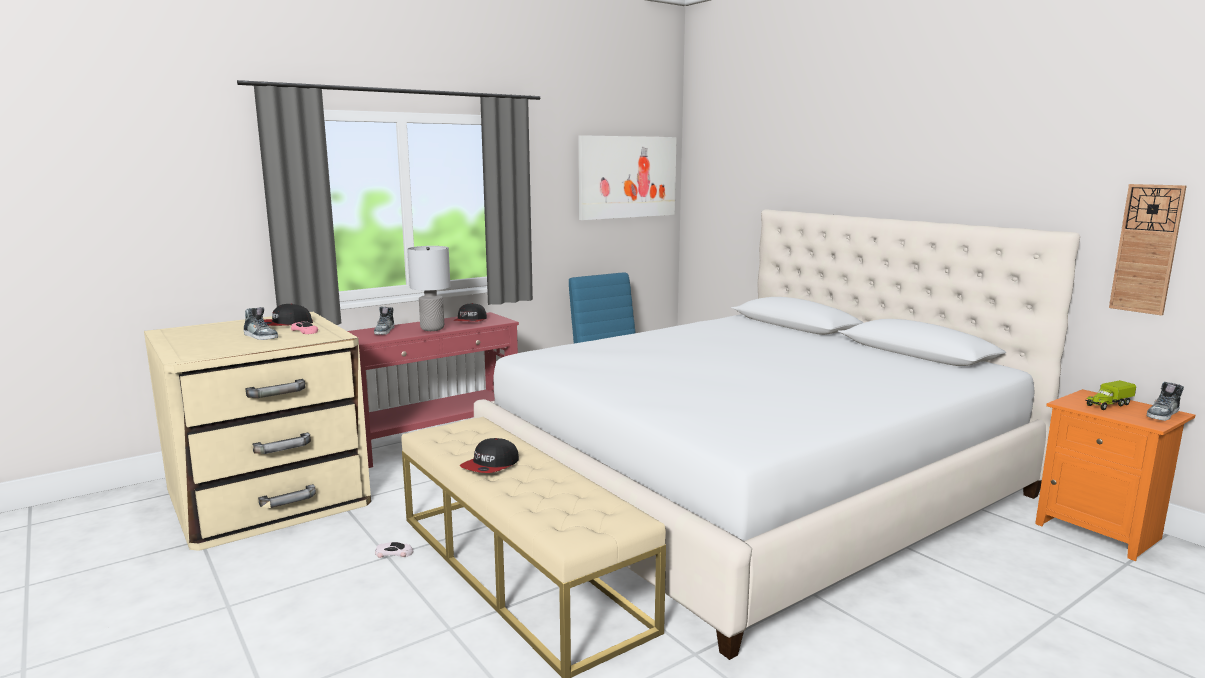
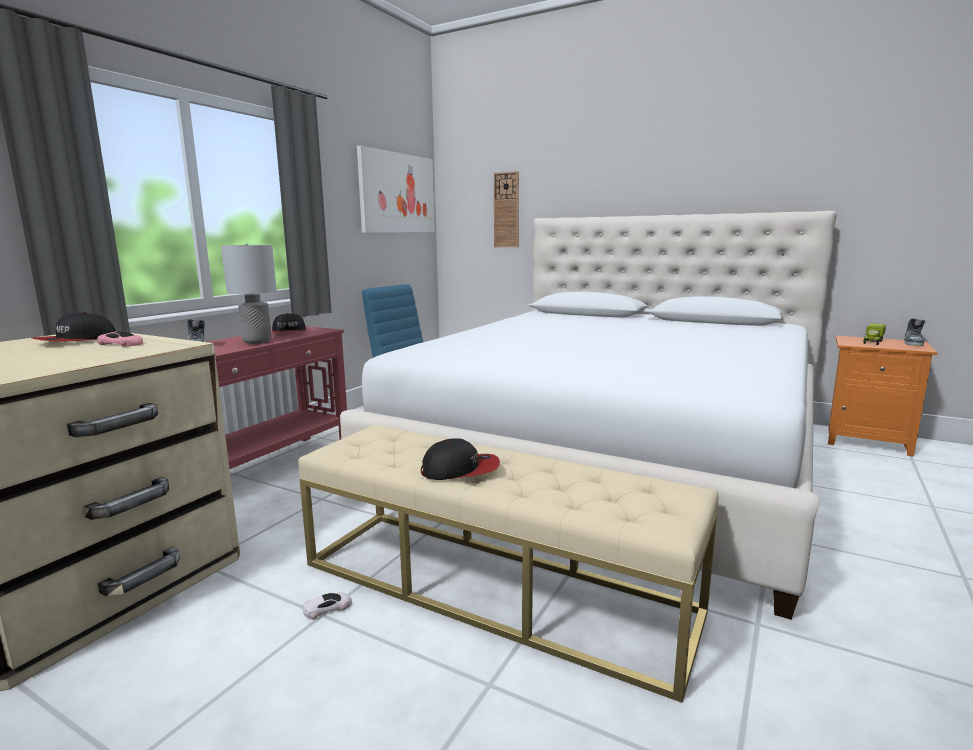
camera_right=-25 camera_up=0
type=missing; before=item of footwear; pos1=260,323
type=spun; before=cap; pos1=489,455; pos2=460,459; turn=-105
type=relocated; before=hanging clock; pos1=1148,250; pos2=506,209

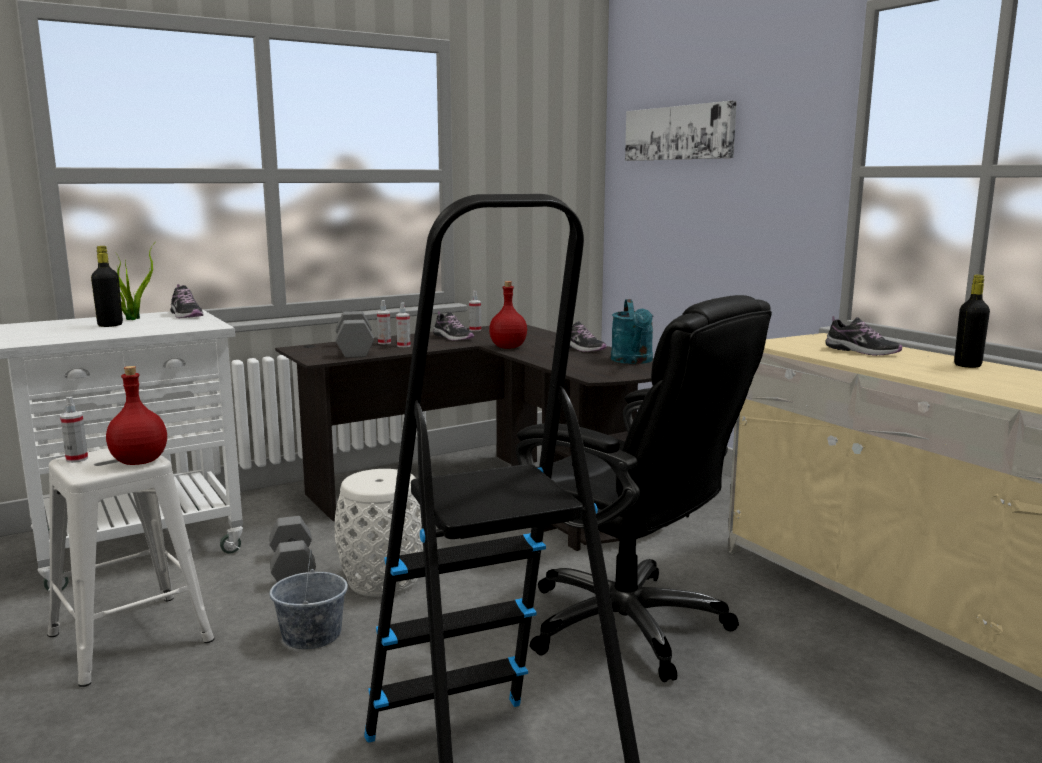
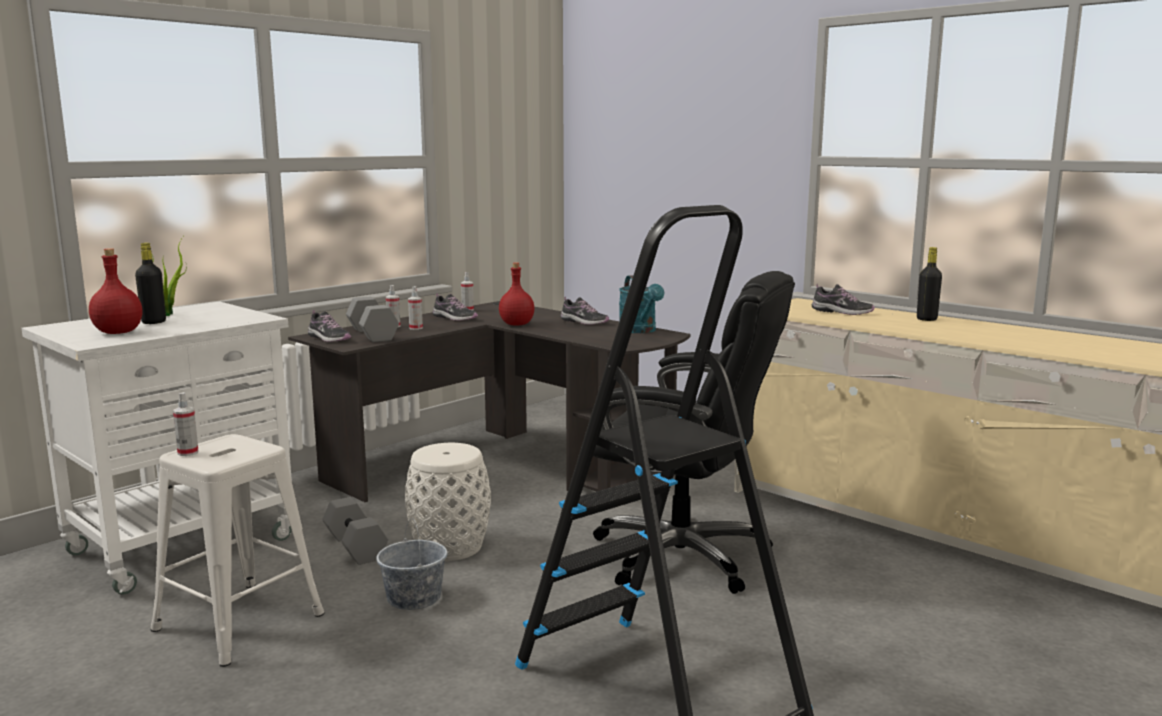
camera_right=-15 camera_up=0
type=relocated; before=reddish drink bottle; pos1=136,415; pos2=115,291
type=relocated; before=item of footwear; pos1=186,301; pos2=329,326
type=missing; before=wall art; pos1=681,131

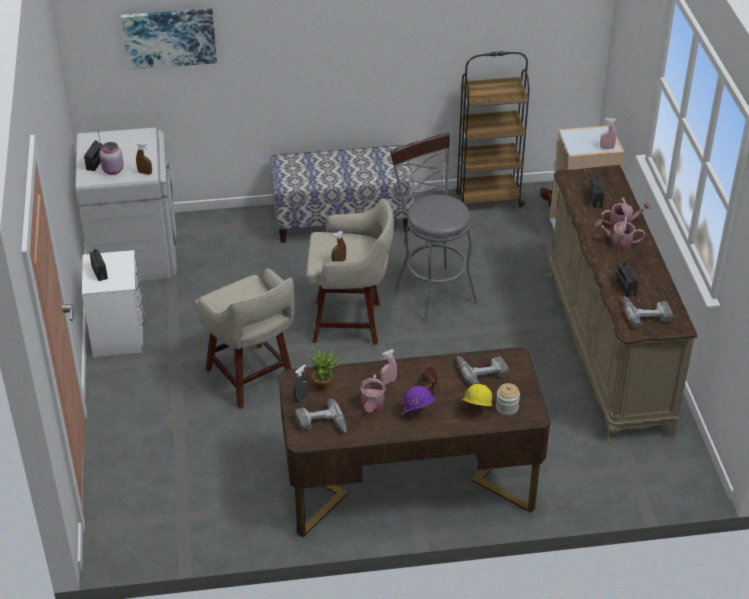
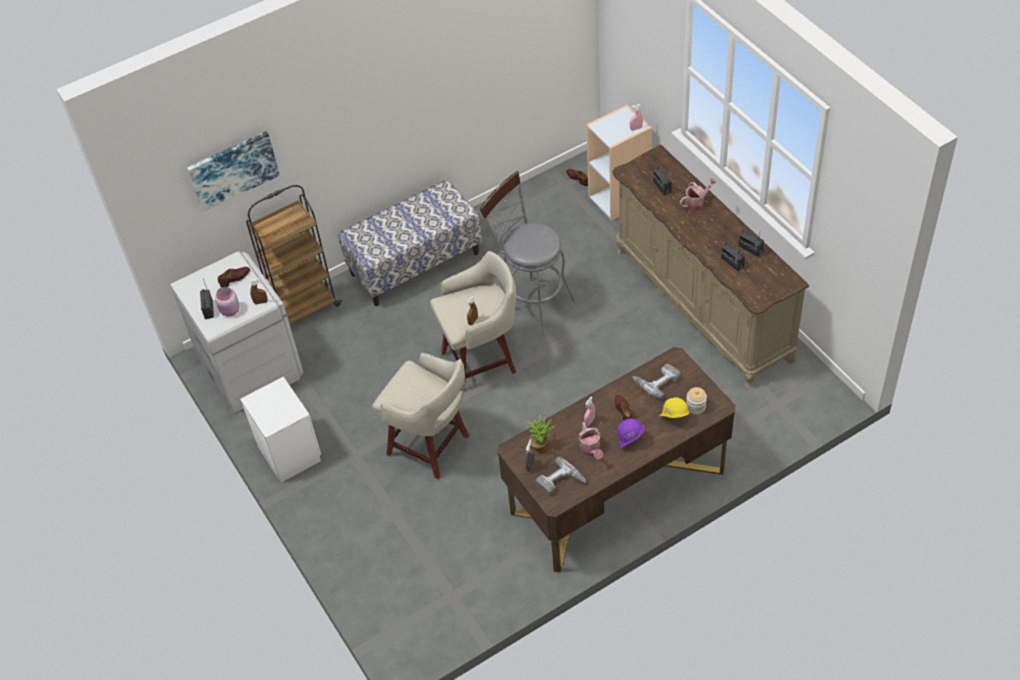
camera_right=-20 camera_up=10
type=relocated; before=radio set; pos1=98,265; pos2=751,243
type=relocated; before=brownish cart; pos1=492,129; pos2=294,254
type=missing; before=watering can; pos1=620,233
type=missing; before=electric drill; pos1=648,311
type=appeared; after=brownish item of footwear; pos2=234,277

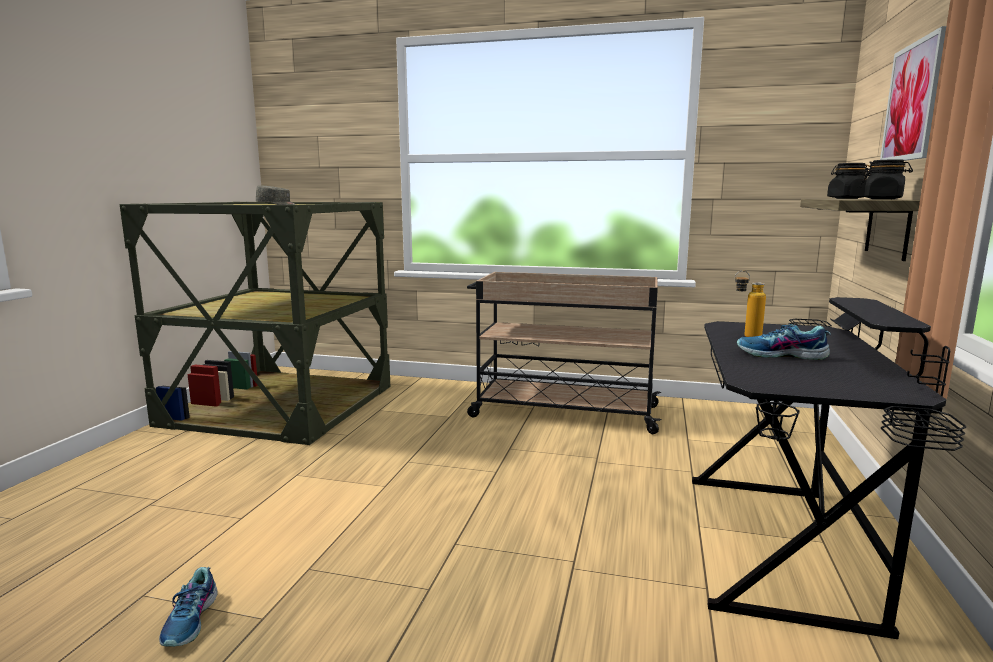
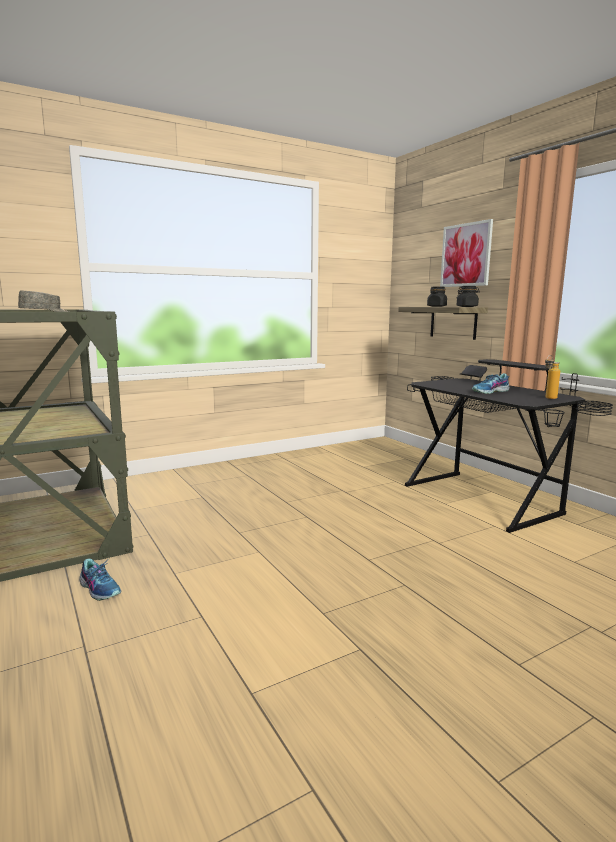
camera_right=-45 camera_up=0
type=relocated; before=item of footwear; pos1=188,607; pos2=100,579
type=missing; before=beige-coloured cart; pos1=564,353
type=relocated; before=drink bottle; pos1=750,304; pos2=552,377

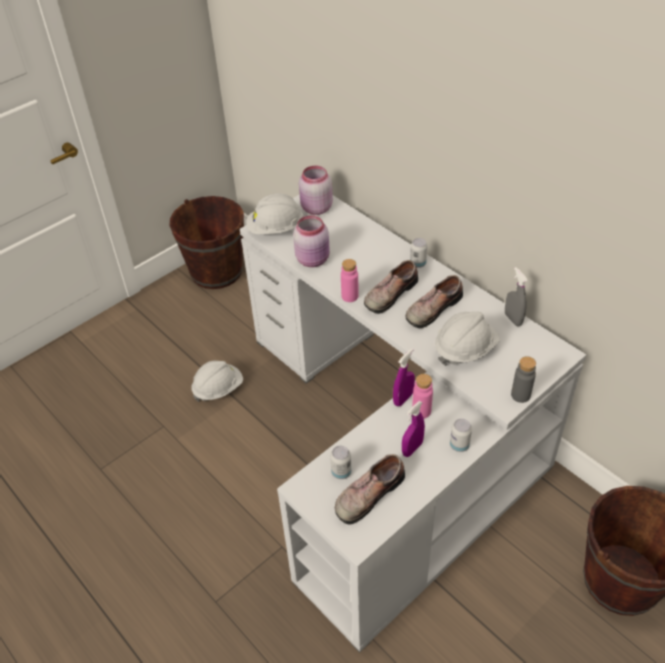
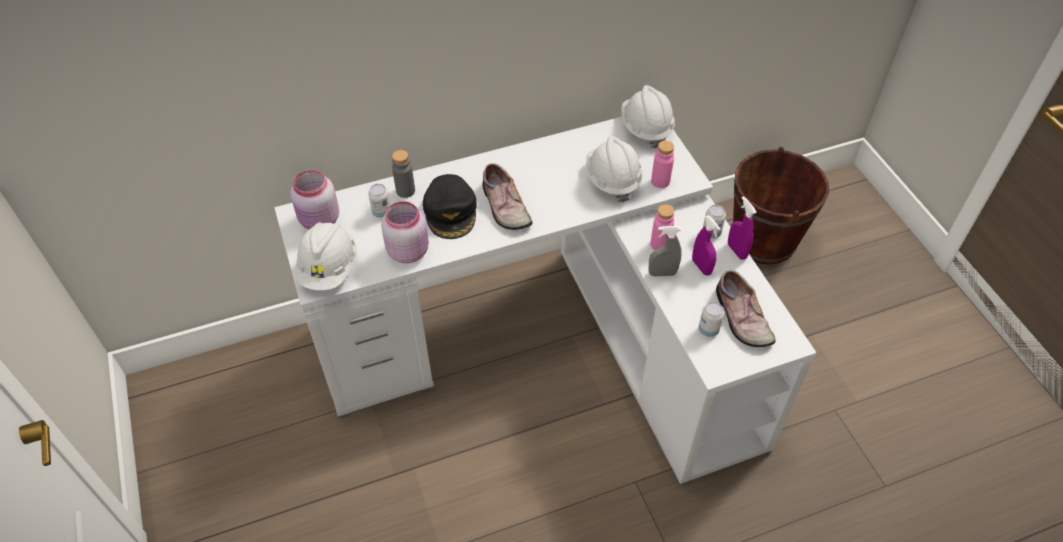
camera_right=-70 camera_up=5
type=missing; before=brownish bucket; pos1=206,242
type=relocated; before=white-coloured hard hat; pos1=217,381; pos2=648,117
type=relocated; before=pink-coloured drink bottle; pos1=350,280; pos2=662,164
type=relocated; before=purplish hand sprayer; pos1=404,377; pos2=742,228
type=missing; before=item of footwear; pos1=434,301
type=relocated; before=metal can; pos1=418,253; pos2=379,201
type=relocated; before=grey hand sprayer; pos1=516,296; pos2=665,251
type=relocated; before=grey drink bottle; pos1=523,380; pos2=403,174
type=appeared; after=blackish cap; pos2=450,206

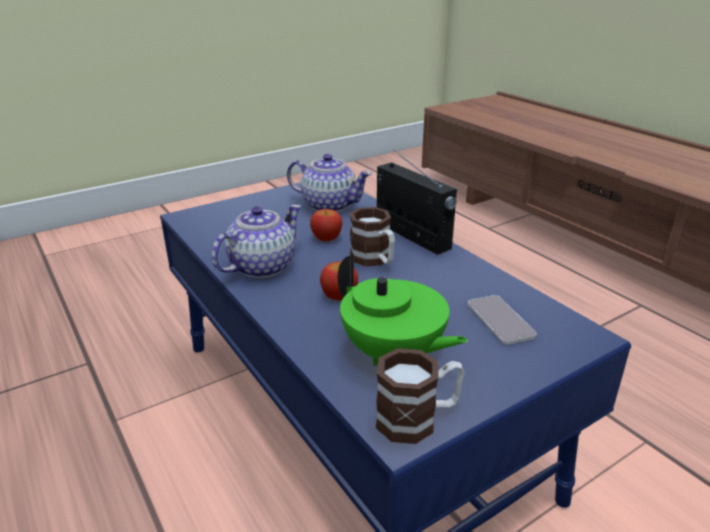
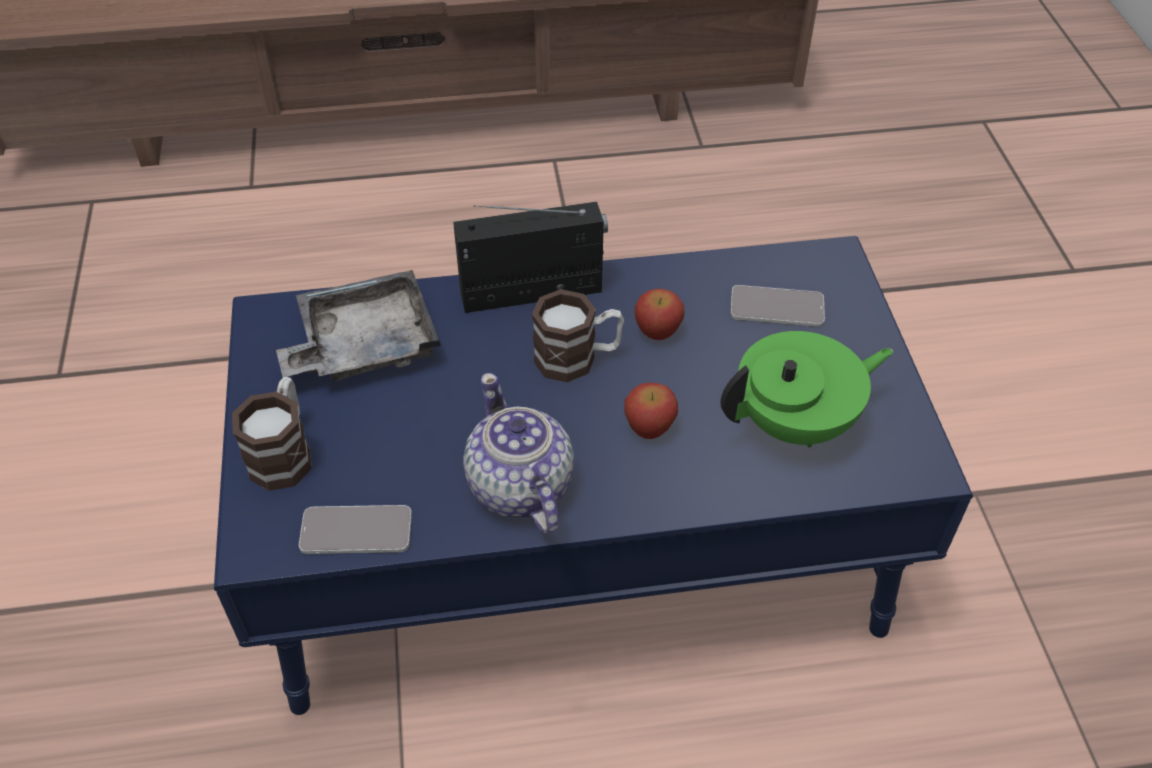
camera_right=-65 camera_up=20
type=exchanged; before=pot for tea; after=grey carrying tray; pos1=329,183; pos2=358,325
type=relocated; before=apple; pos1=326,225; pos2=659,314
type=relocated; before=tea mug; pos1=420,396; pos2=272,434
type=appeared; after=phone; pos2=355,529

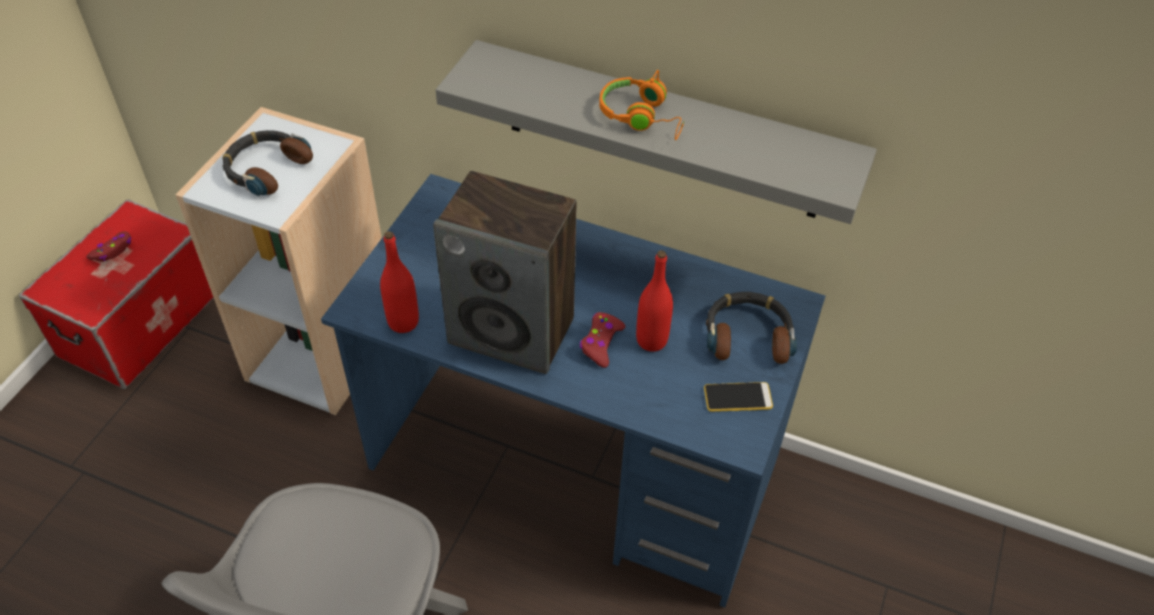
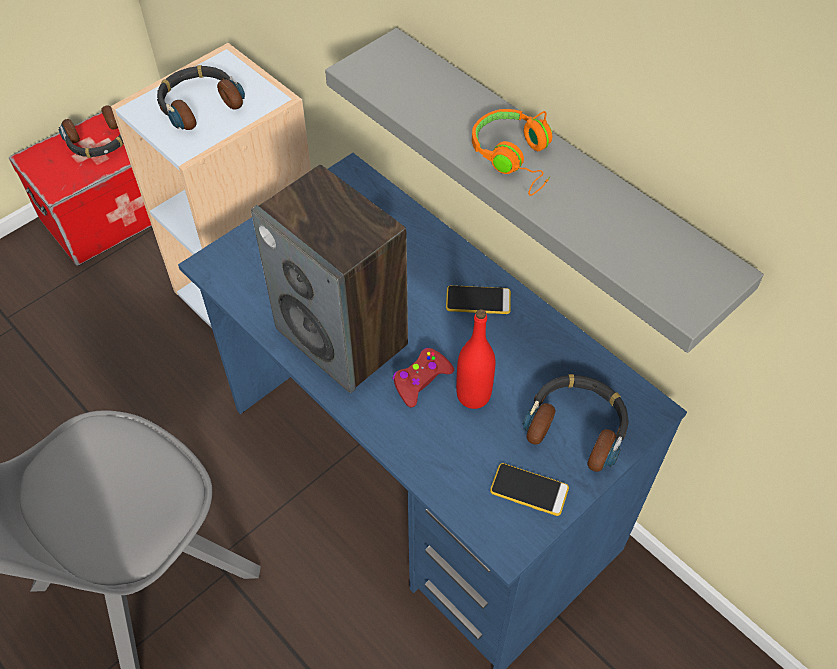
camera_right=25 camera_up=5
type=exchanged; before=reddish game controller; after=pair of headphones; pos1=108,246; pos2=90,131
type=missing; before=reddish drink bottle; pos1=399,282
type=appeared; after=phone; pos2=478,299

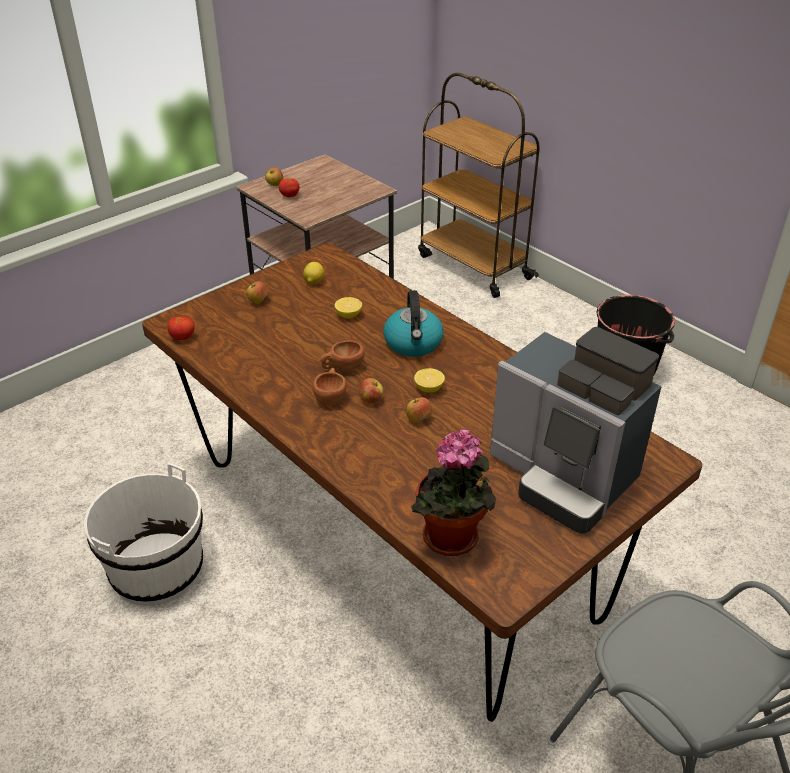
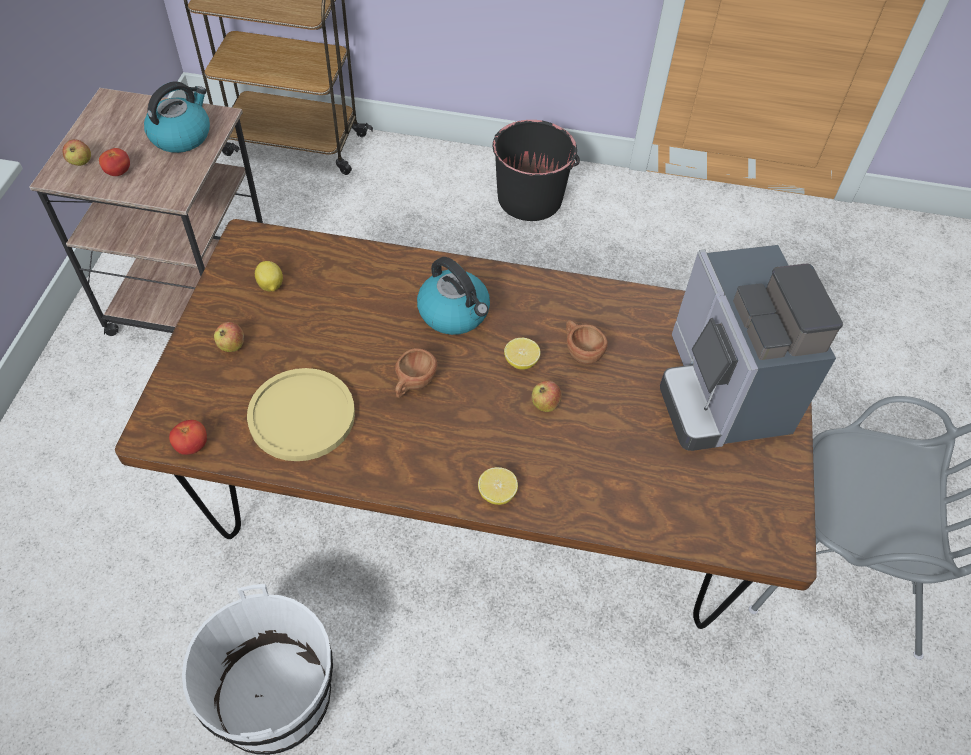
camera_right=-40 camera_up=15
type=relocated; before=brownish drinking cup; pos1=329,386; pos2=587,342
type=relocated; before=lemon; pos1=348,307; pos2=498,486
type=missing; before=apple; pos1=371,391
type=missing; before=plant in a pot; pos1=453,493
type=spun; before=coffee maker; pos1=576,430; pos2=751,348; turn=75
type=appeared; after=water kettle; pos2=177,117
type=appeared; after=yellow dinner plate; pos2=301,414

